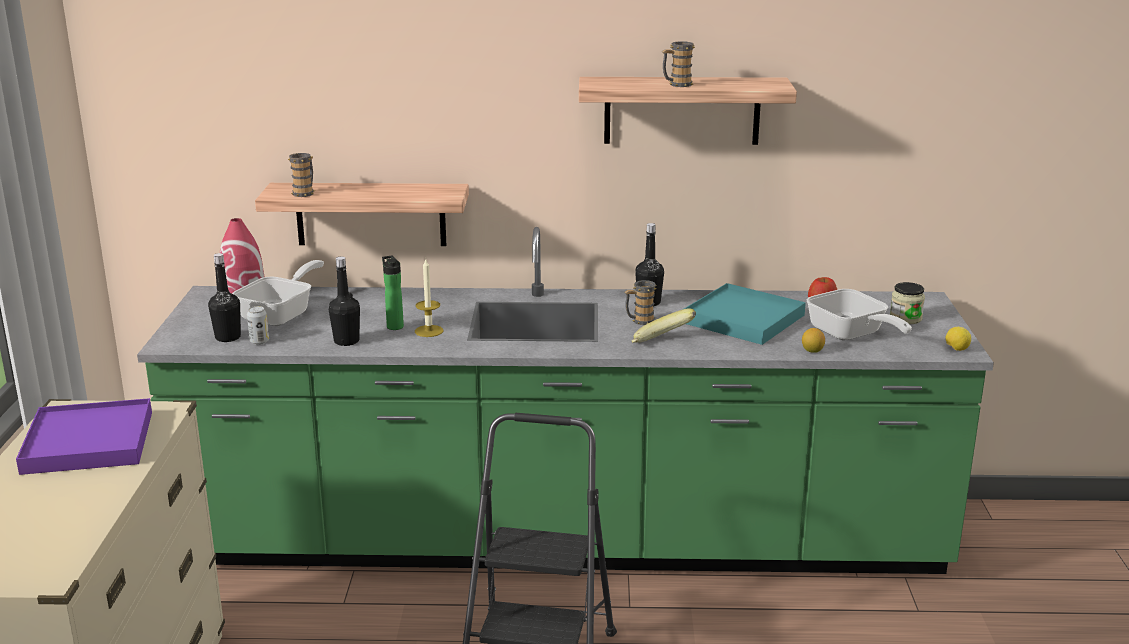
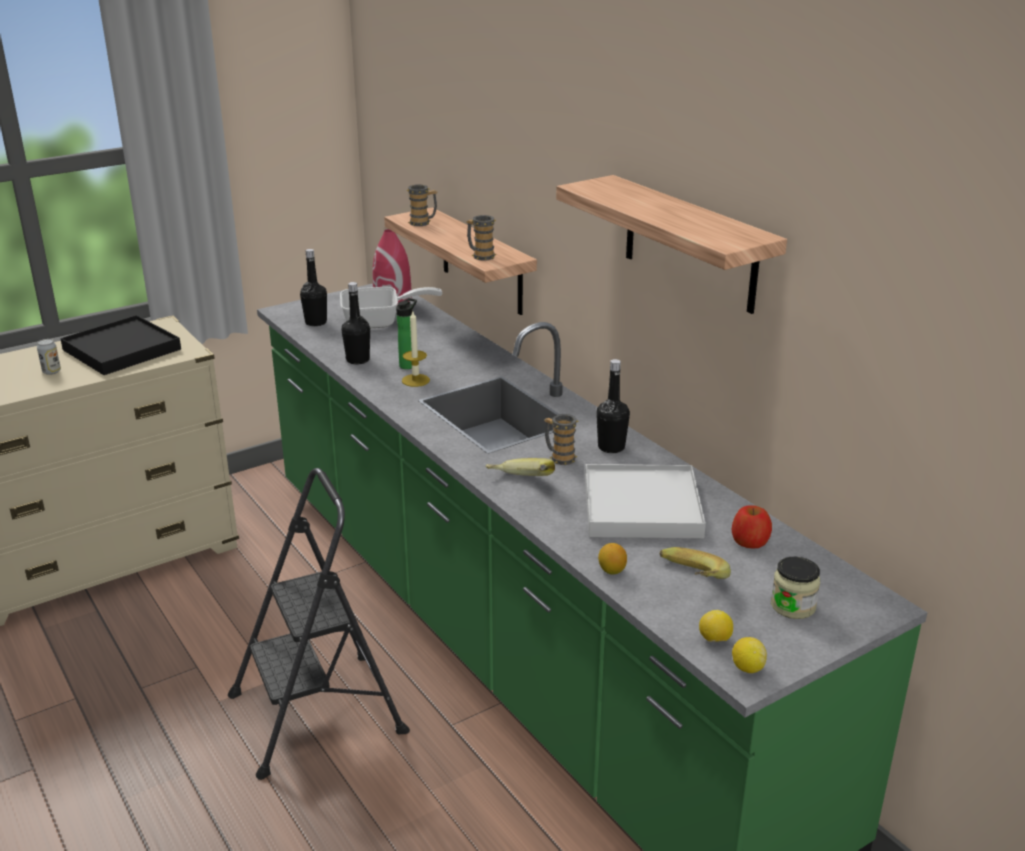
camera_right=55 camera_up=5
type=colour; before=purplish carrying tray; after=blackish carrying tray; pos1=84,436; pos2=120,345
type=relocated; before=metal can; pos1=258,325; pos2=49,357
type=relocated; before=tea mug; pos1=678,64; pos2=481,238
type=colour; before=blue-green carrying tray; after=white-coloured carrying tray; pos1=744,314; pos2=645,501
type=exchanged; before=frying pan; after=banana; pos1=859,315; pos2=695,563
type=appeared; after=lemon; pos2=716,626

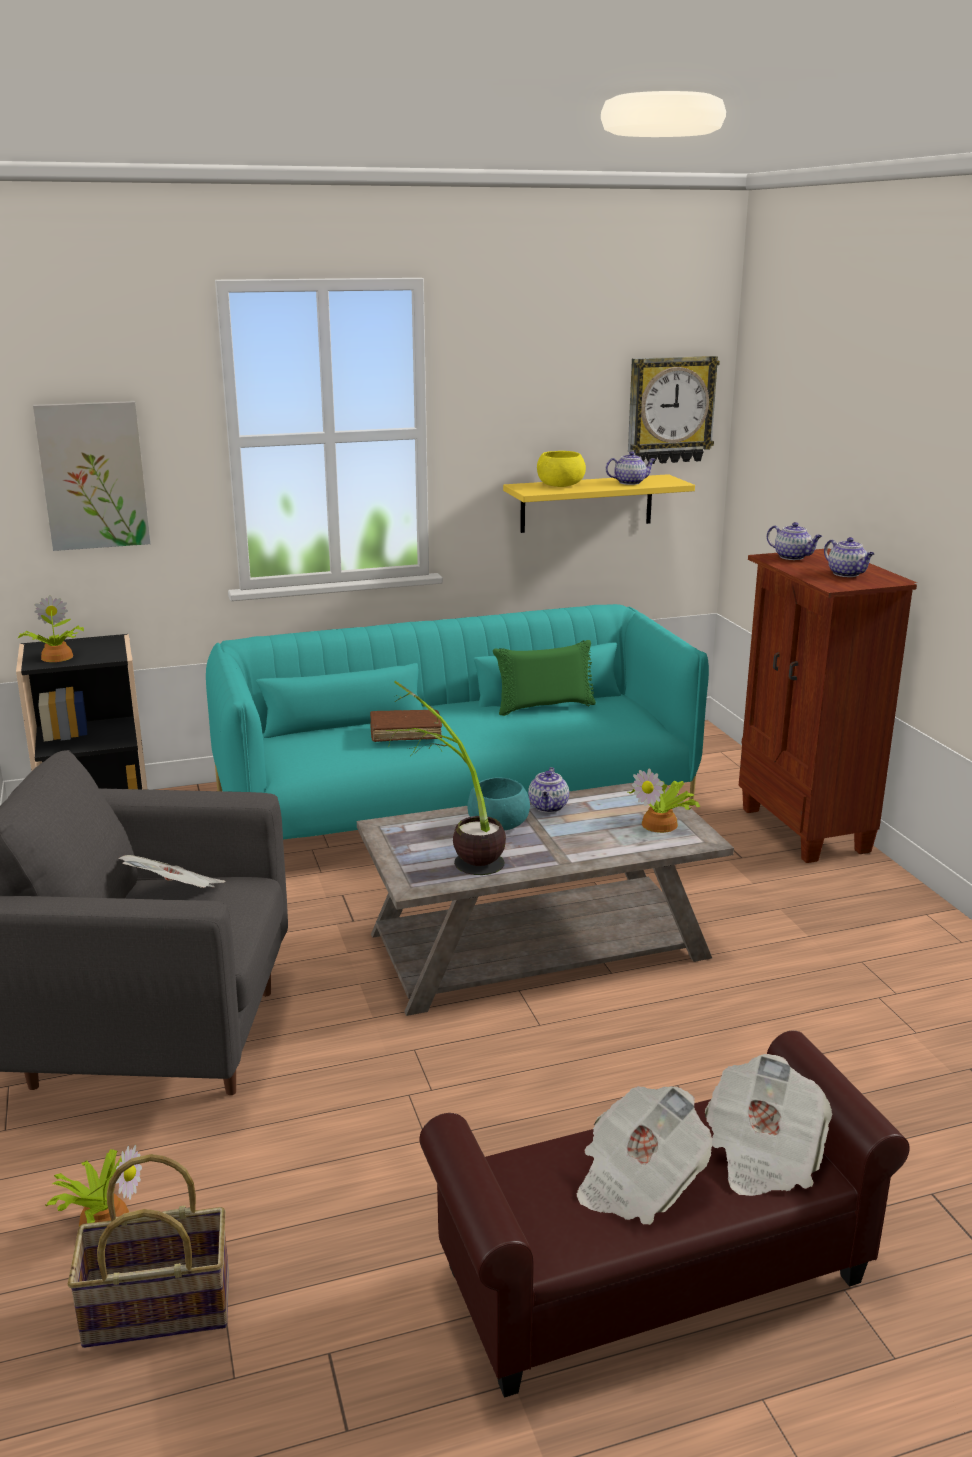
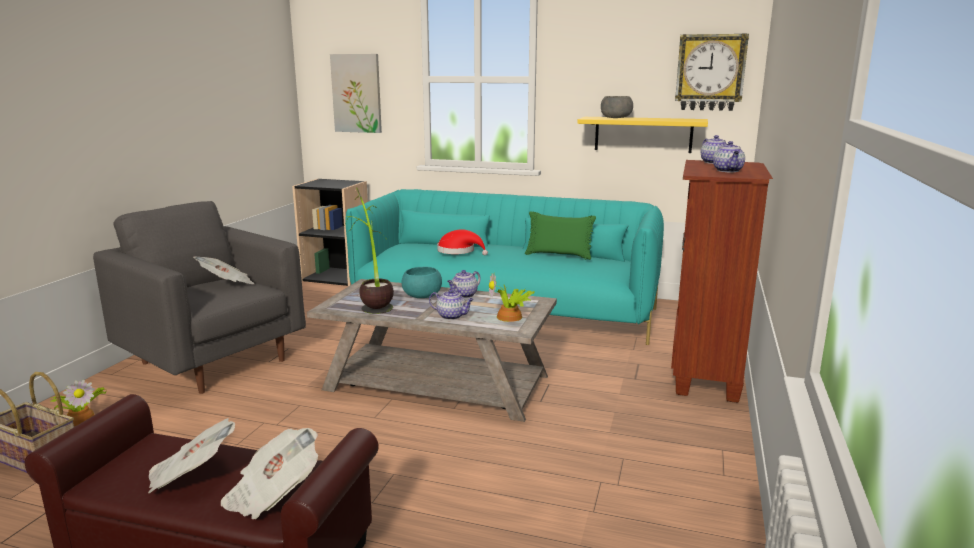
camera_right=35 camera_up=-5
type=missing; before=plant in a pot; pos1=50,628
type=exchanged; before=brownish volume; after=reddish clothing hat; pos1=406,726; pos2=462,242
type=colour; before=yellow serving bowl; after=grey serving bowl; pos1=561,469; pos2=617,107
type=relocated; before=pot for tea; pos1=630,468; pos2=451,304

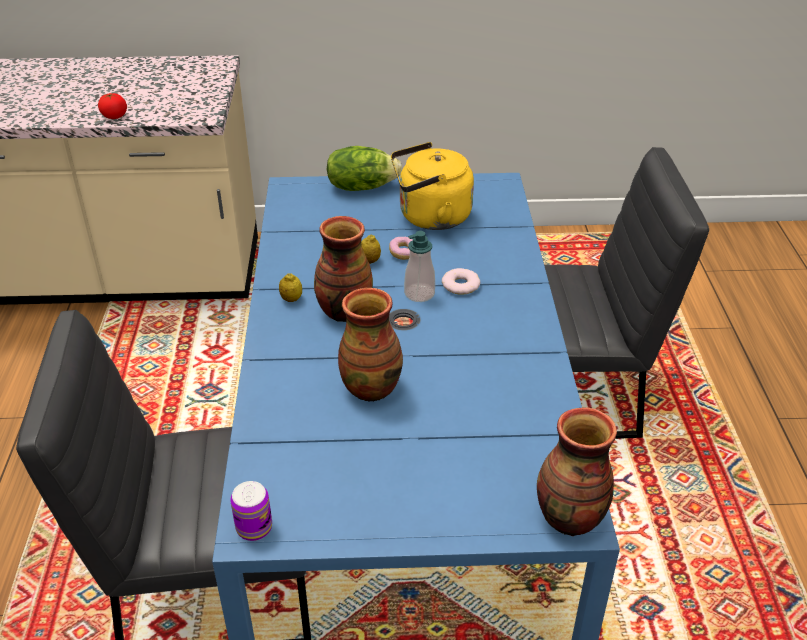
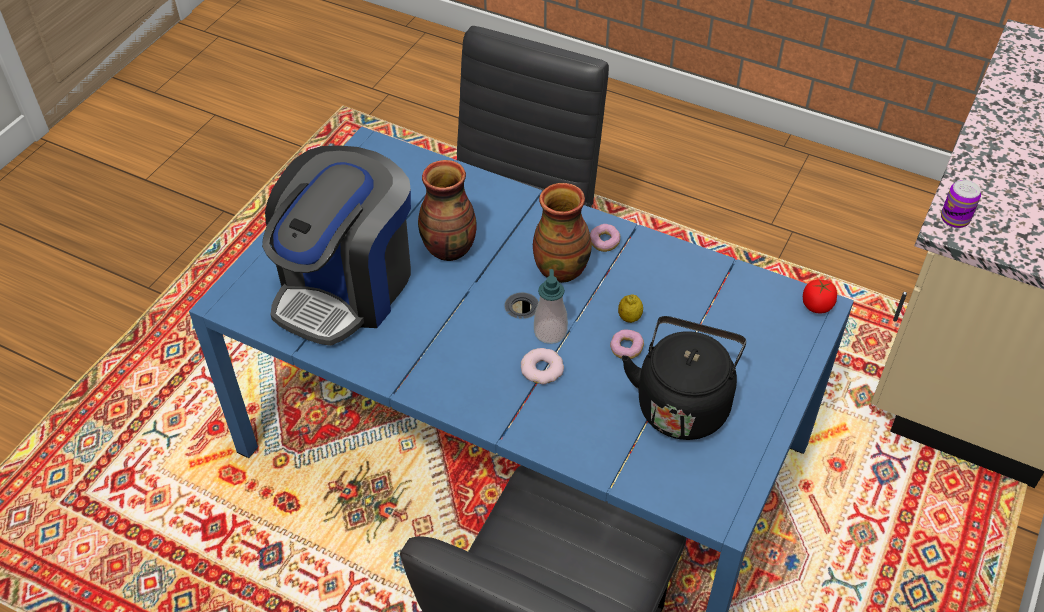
camera_right=120 camera_up=10
type=relocated; before=fresh tomato; pos1=112,106; pos2=820,296
type=relocated; before=metal can; pos1=251,511; pos2=961,204
type=exchanged; before=lemon; after=donut; pos1=290,287; pos2=605,238
type=missing; before=head of lettuce; pos1=364,168
type=colour; before=yellow water kettle; after=blackish water kettle; pos1=432,186; pos2=684,378
type=missing; before=vase; pos1=577,472
type=appeared; after=coffee maker; pos2=336,245

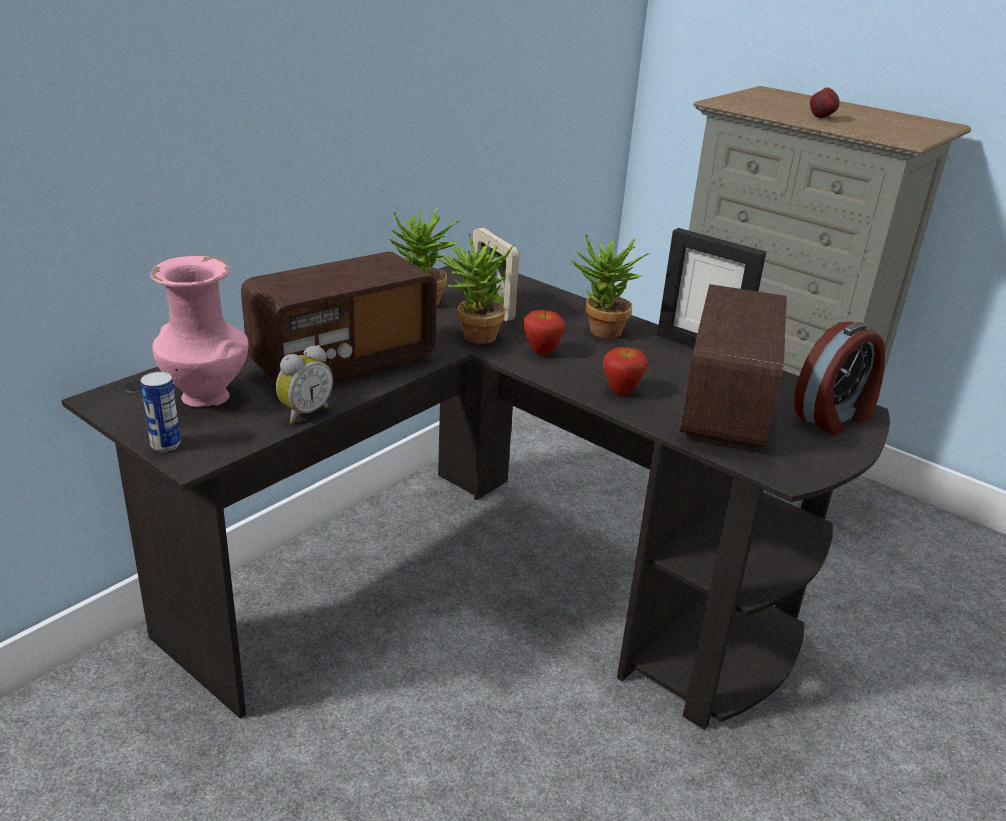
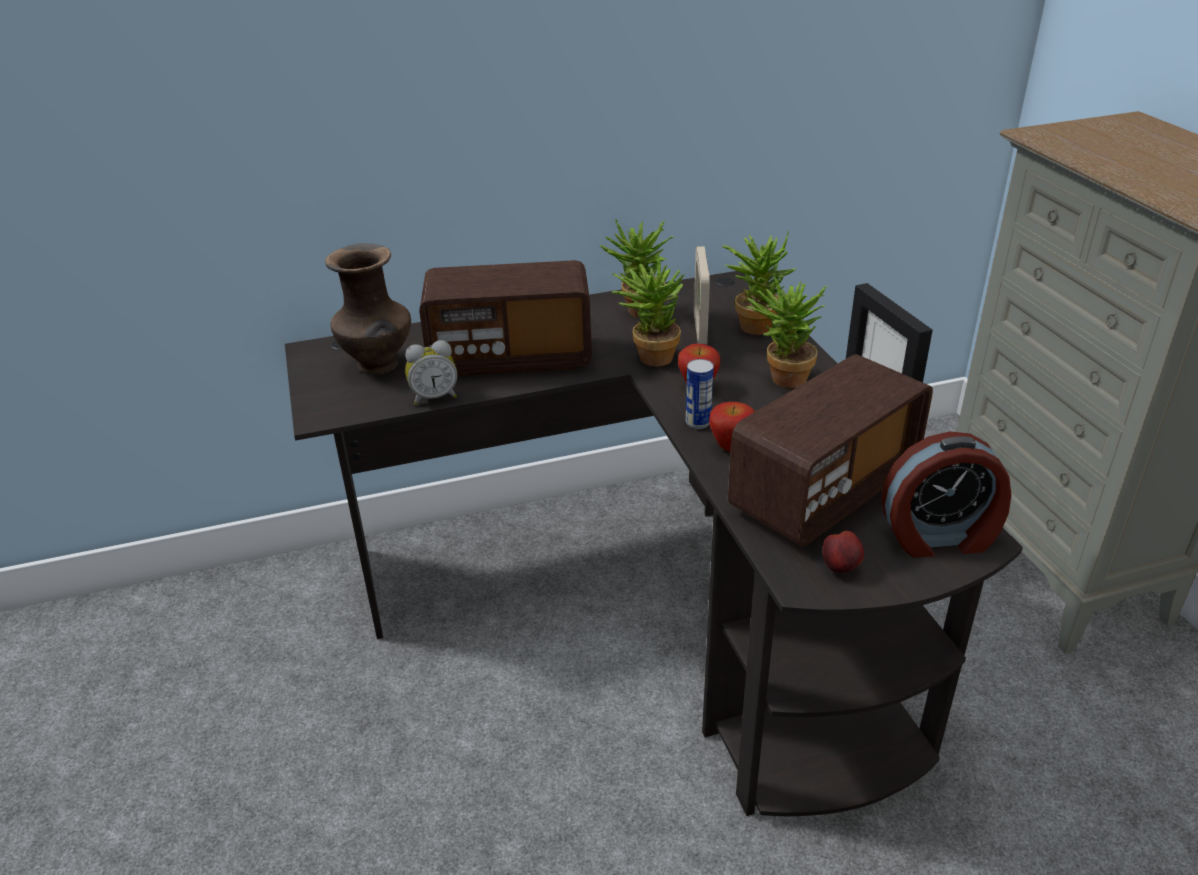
camera_right=35 camera_up=5
type=relocated; before=metal can; pos1=161,411; pos2=700,394
type=colour; before=pink-coloured vase; after=brownish vase; pos1=199,331; pos2=368,308
type=relocated; before=apple; pos1=825,102; pos2=843,552
type=appeared; after=plant in a pot; pos2=759,283

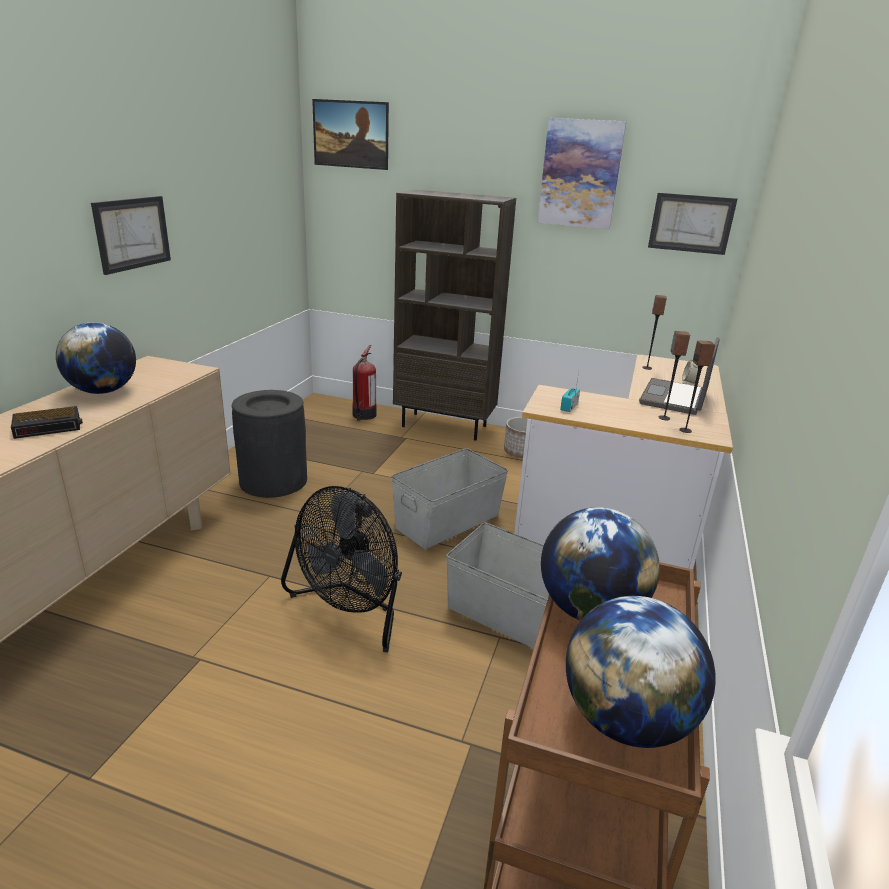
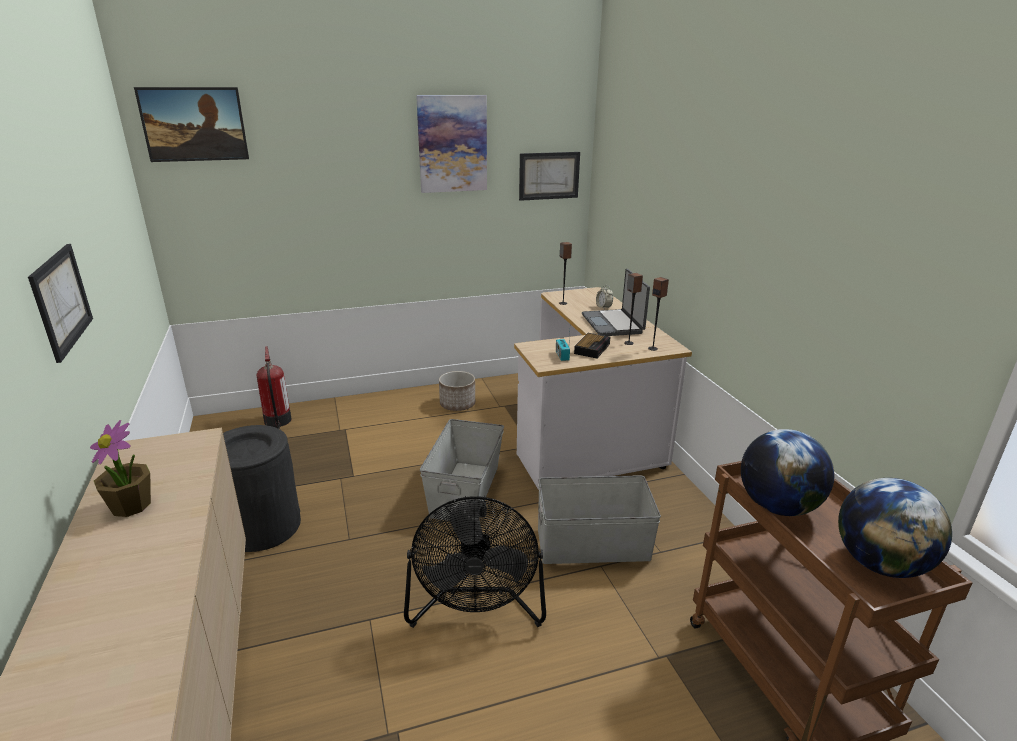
camera_right=-35 camera_up=0
type=relocated; before=alarm clock; pos1=47,422; pos2=592,345
type=exchanged; before=world globe; after=plant in a pot; pos1=96,358; pos2=120,468
type=missing; before=brownish bookcase; pos1=454,315

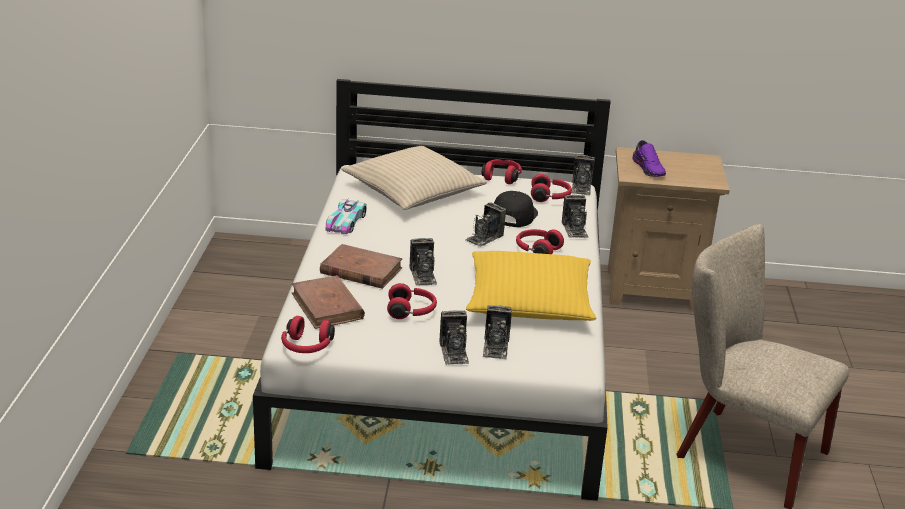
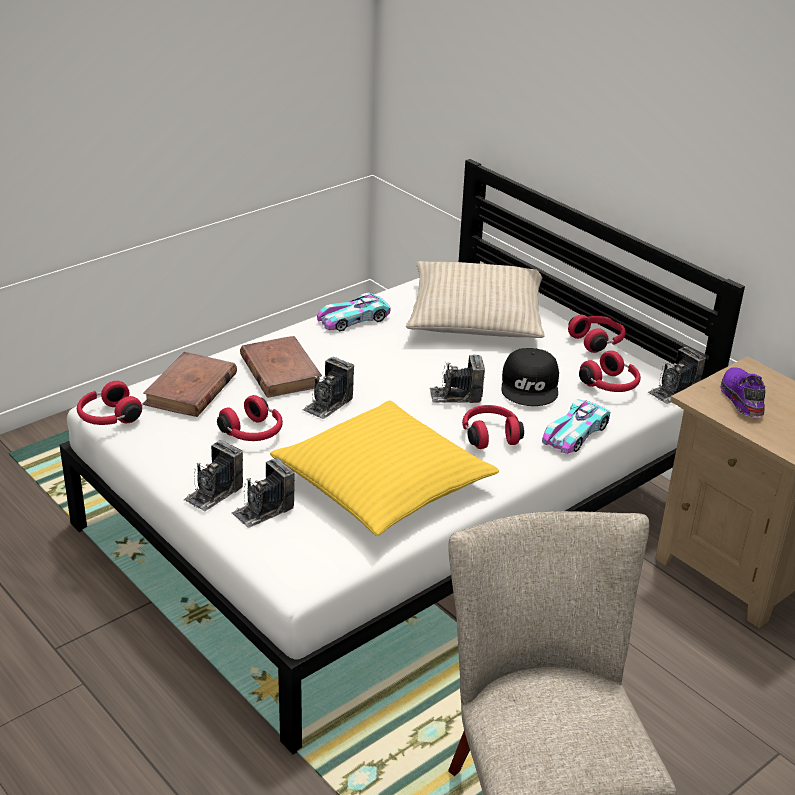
camera_right=45 camera_up=5
type=spun; before=blackish cap; pos1=516,209; pos2=530,377; turn=120
type=exchanged; before=still camera; after=model car; pos1=575,216; pos2=576,426
type=spun; before=purplish item of footwear; pos1=649,158; pos2=743,392; turn=150

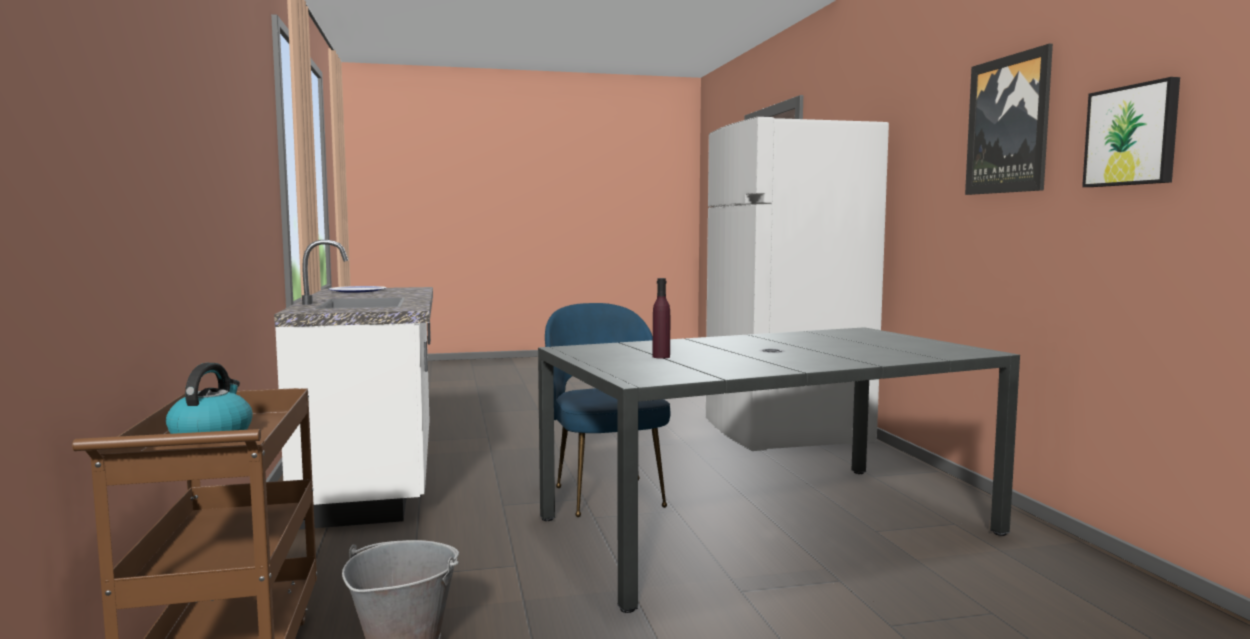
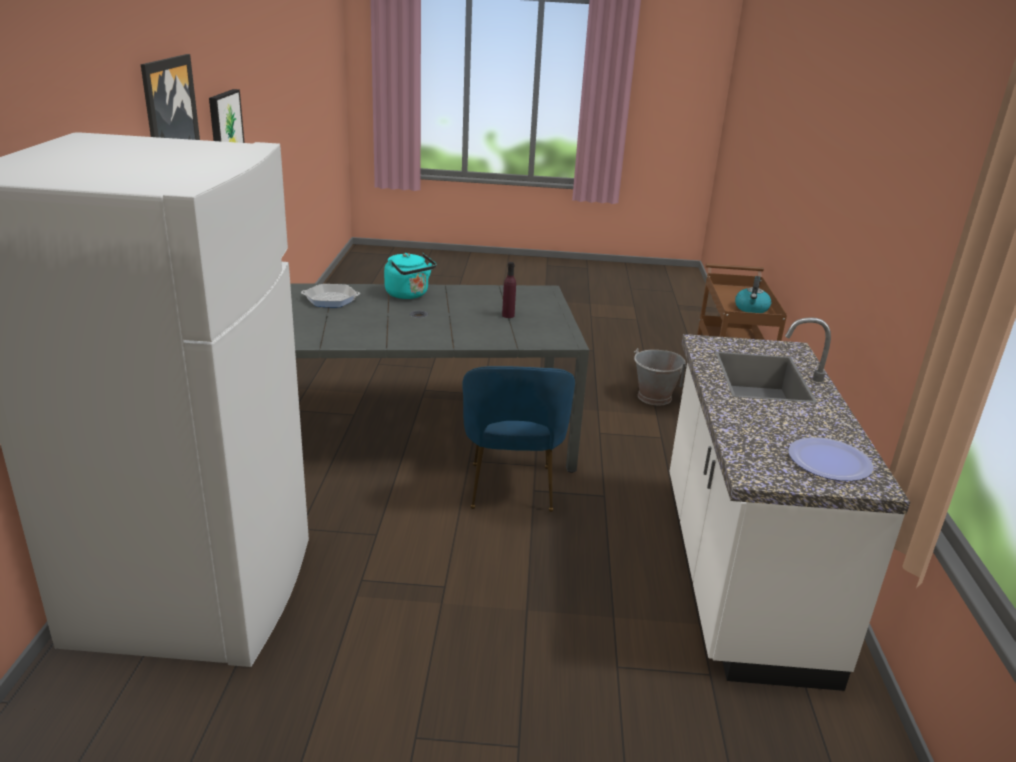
camera_right=-165 camera_up=20
type=appeared; after=frying pan; pos2=330,295
type=appeared; after=blue-green water kettle; pos2=410,276

